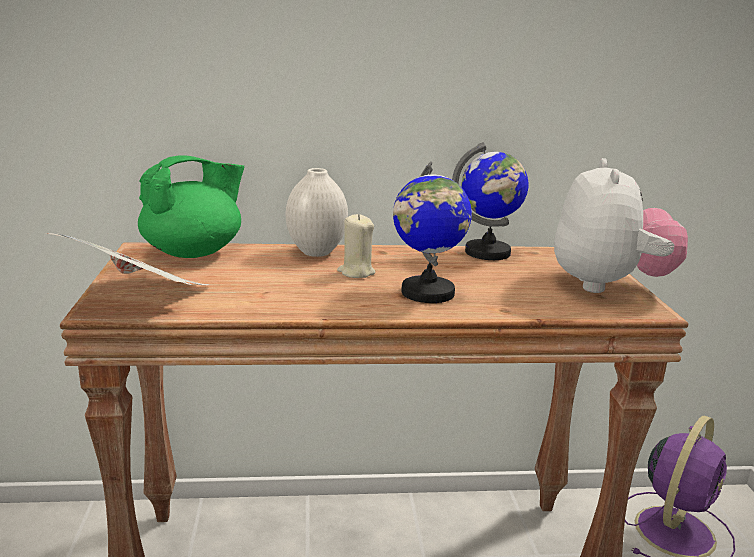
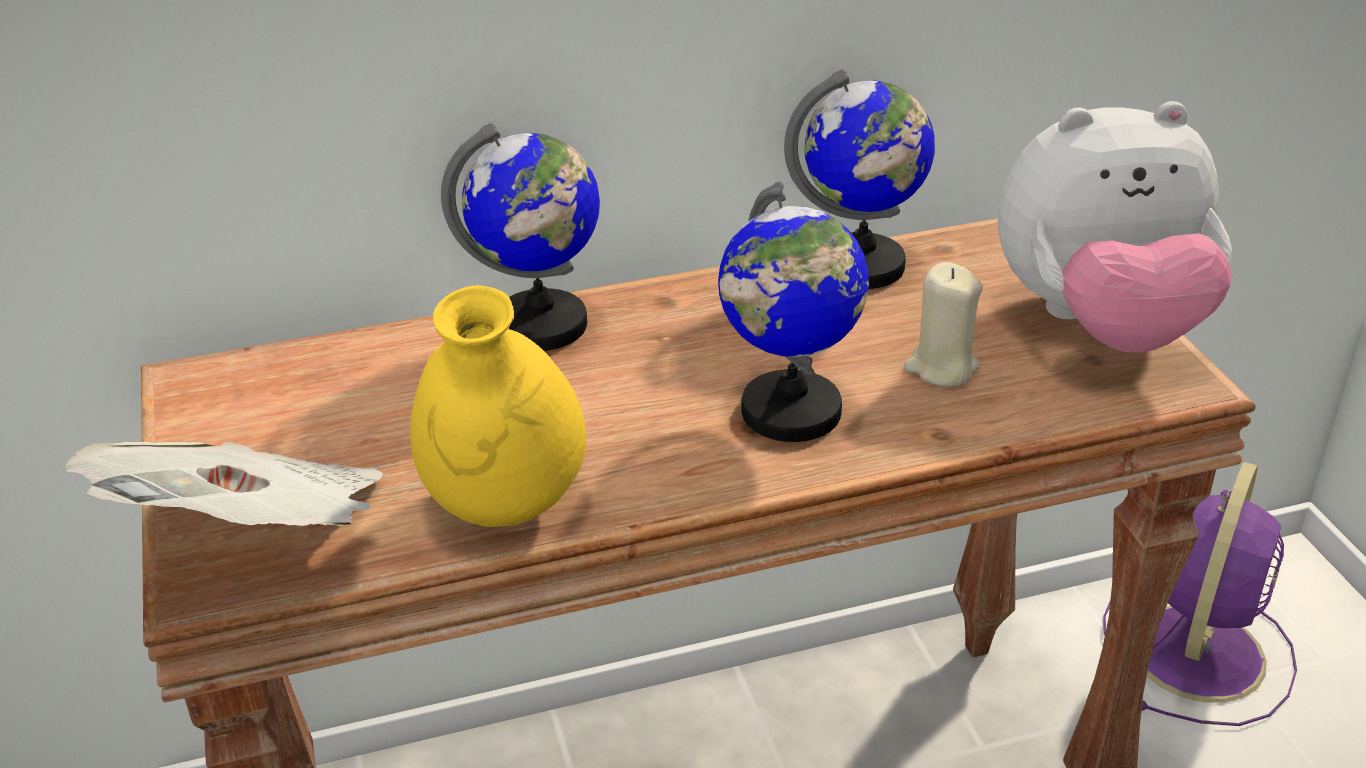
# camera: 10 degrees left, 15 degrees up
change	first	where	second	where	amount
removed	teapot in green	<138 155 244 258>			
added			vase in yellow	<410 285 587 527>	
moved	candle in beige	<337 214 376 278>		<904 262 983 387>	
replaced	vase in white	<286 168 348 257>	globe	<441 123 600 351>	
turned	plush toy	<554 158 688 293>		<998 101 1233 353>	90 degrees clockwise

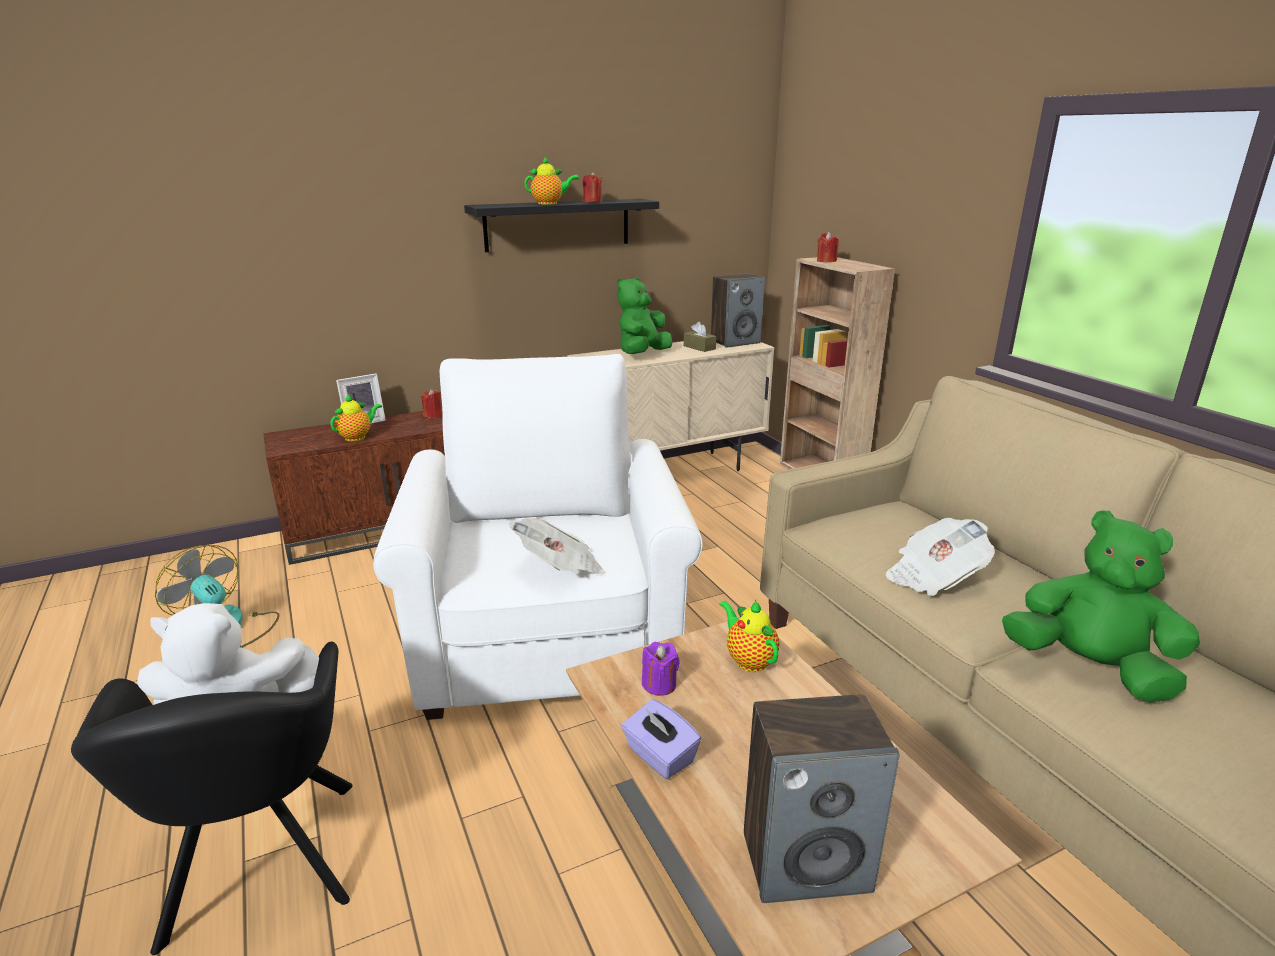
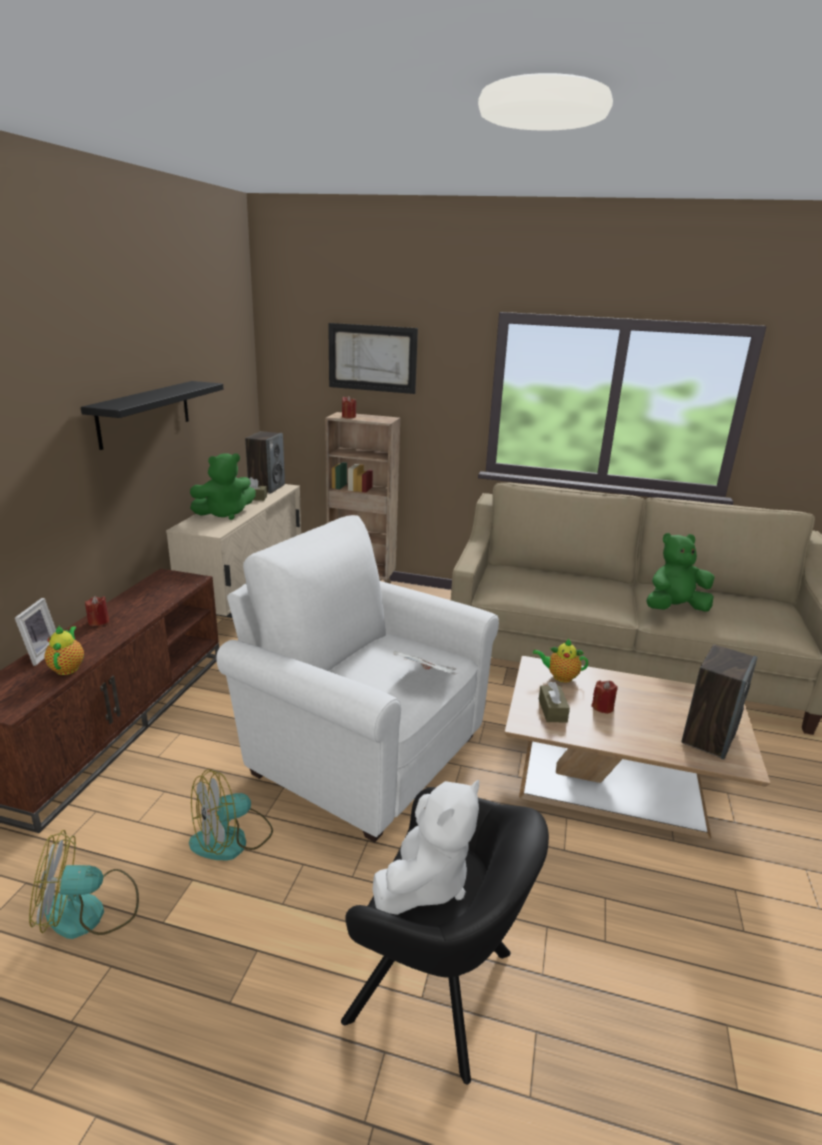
# camera: 50 degrees left, 0 degrees up
change	first	where	second	where	amount
removed	teapot	<524 156 579 204>			
removed	tissue box in purple	<622 699 701 779>			
removed	newspaper	<886 518 995 596>			
added			fan	<189 769 273 860>	
added			picture	<328 323 418 394>	
moved	candle in red	<583 172 602 202>		<591 680 618 714>	
replaced	candle in purple	<642 642 680 696>	tissue box in brown	<539 682 570 722>	
turned	plush toy in green	<617 277 672 354>		<190 453 256 520>	105 degrees counterclockwise

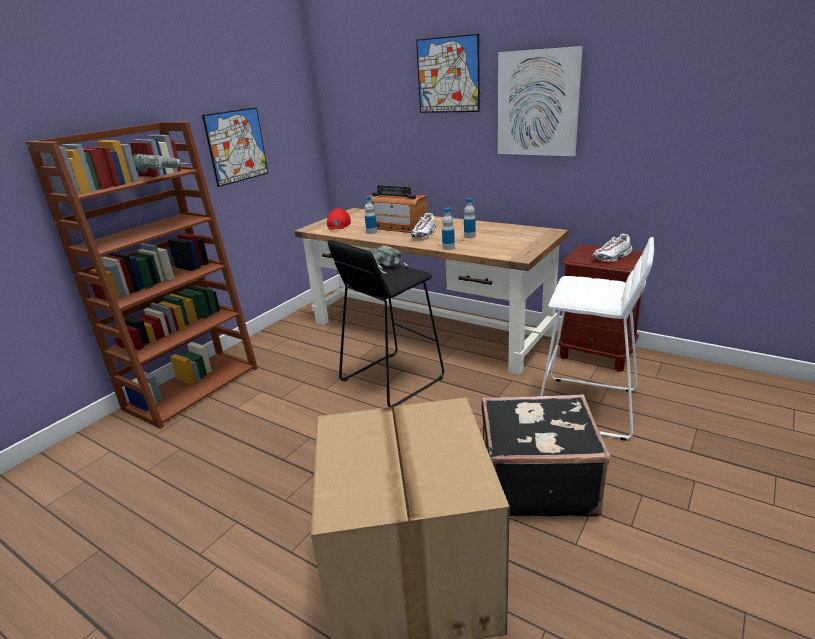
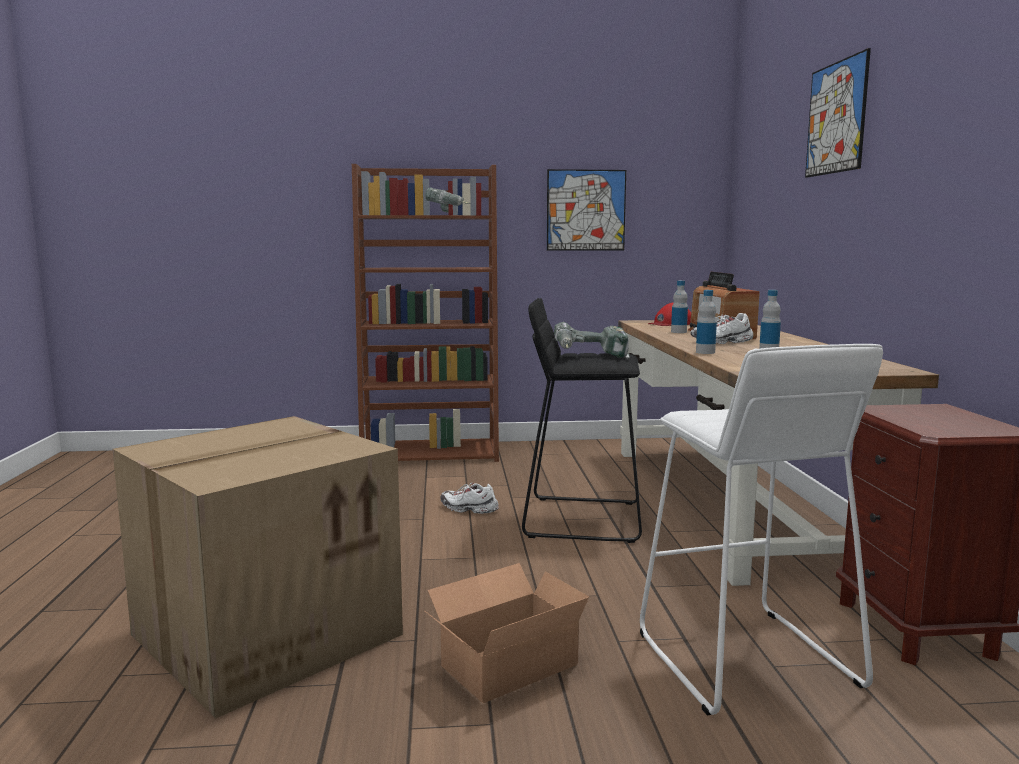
# camera: 50 degrees right, 15 degrees down
change	first	where	second	where	amount
removed	picture	<498 46 583 156>			
moved	shoe in white	<592 234 632 262>		<440 483 499 514>	
replaced	suitcase in black	<481 394 610 516>	cardboard box	<424 563 589 703>	

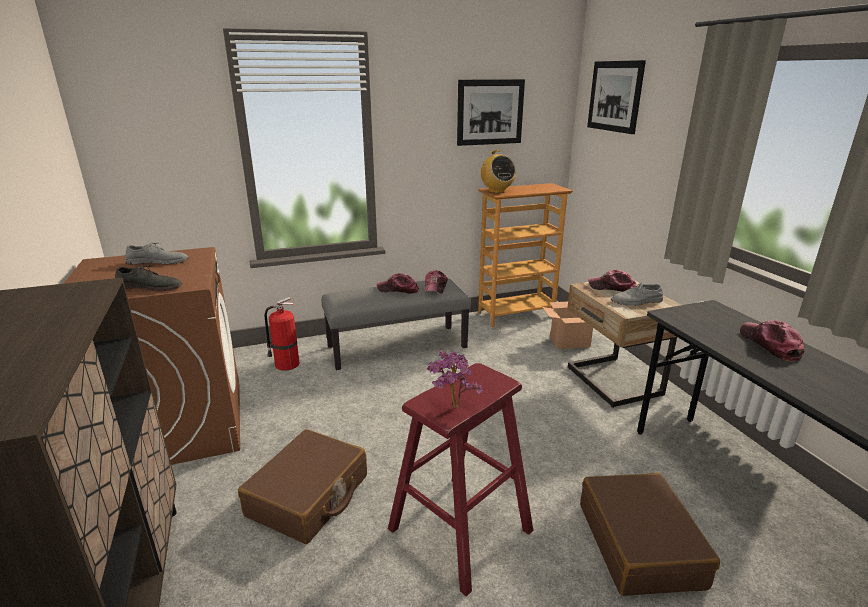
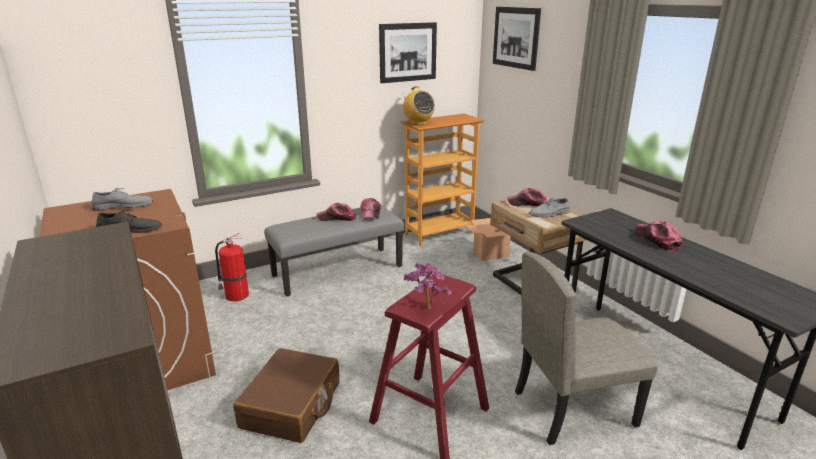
# camera: 10 degrees left, 0 degrees up
change	first	where	second	where	amount
replaced	suitcase in brown	<580 473 720 596>	chair in beige	<515 251 658 445>	

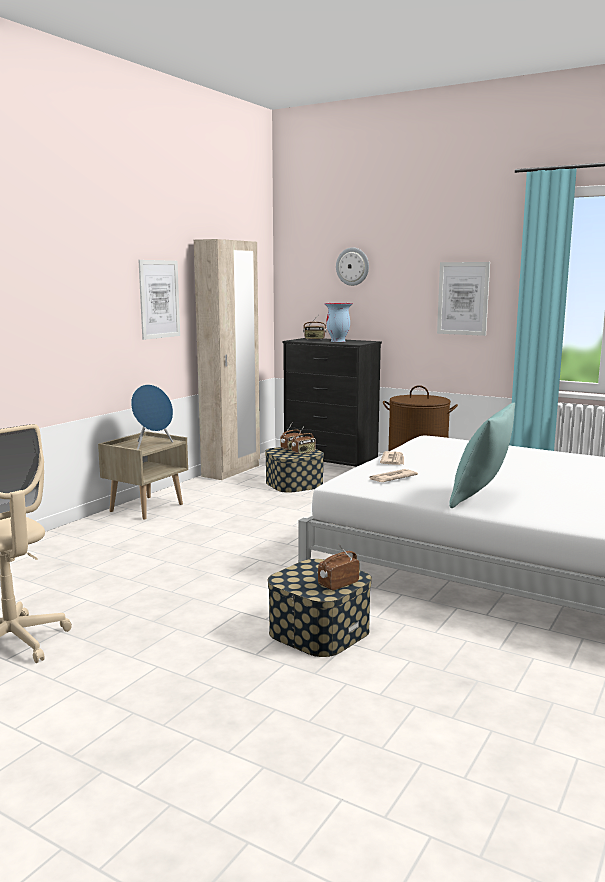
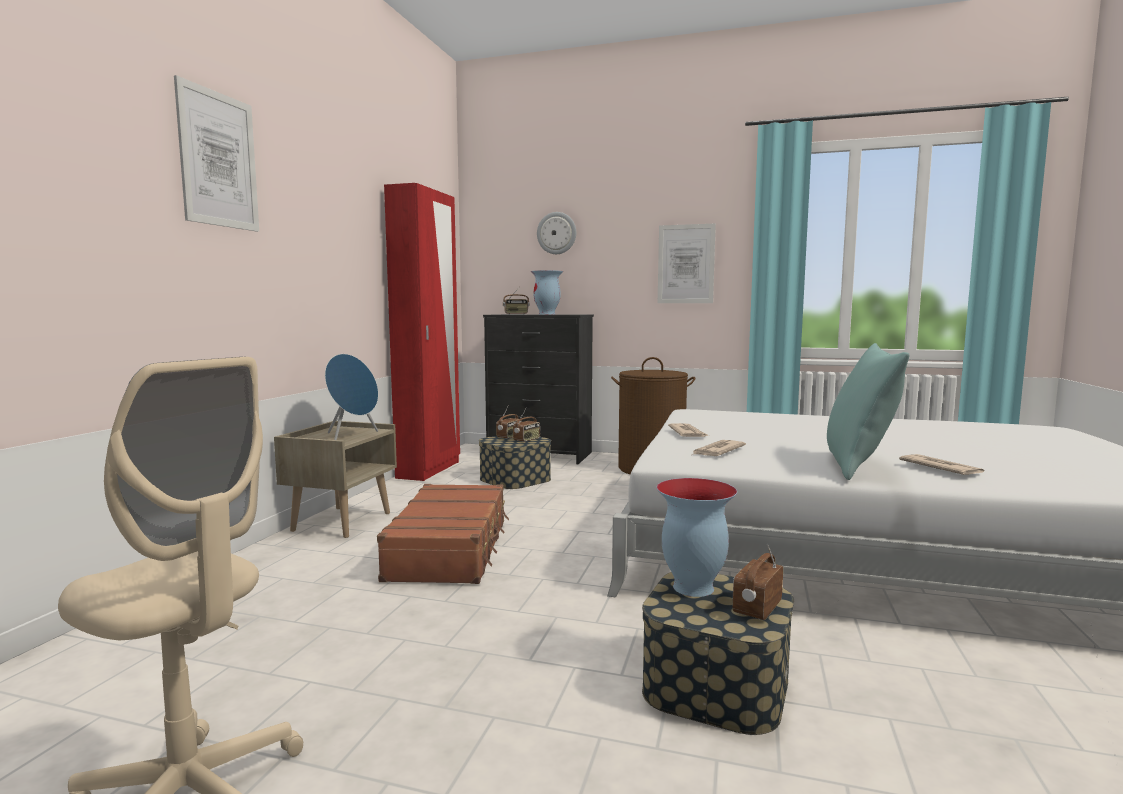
# camera: 15 degrees left, 5 degrees down
change	first	where	second	where	amount
added			suitcase in brown	<377 484 509 584>	
added			vase	<656 478 737 597>	
added			newspaper	<899 454 984 475>	
moved	picture	<138 260 180 340>		<174 75 259 232>	
recoloured	wardrobe in beige	<194 239 260 480>	wardrobe in red	<384 183 460 481>	

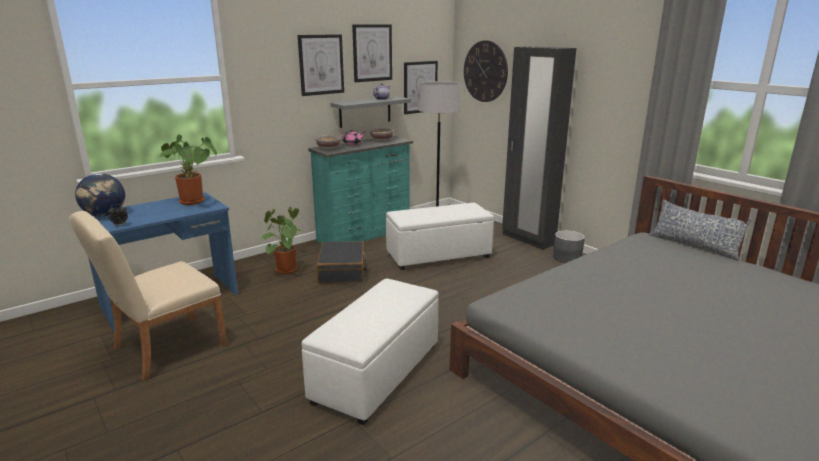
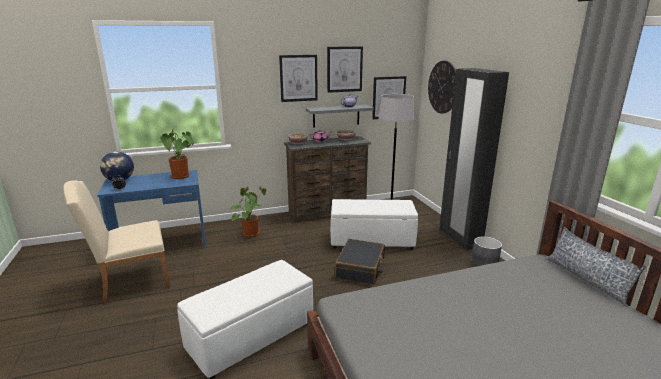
# camera: 20 degrees right, 0 degrees up
change	first	where	second	where	amount
moved	suitcase in black	<316 241 367 283>		<335 239 385 285>	
recoloured	dresser in turquoise	<308 136 413 243>	dresser in brown	<284 136 371 223>	

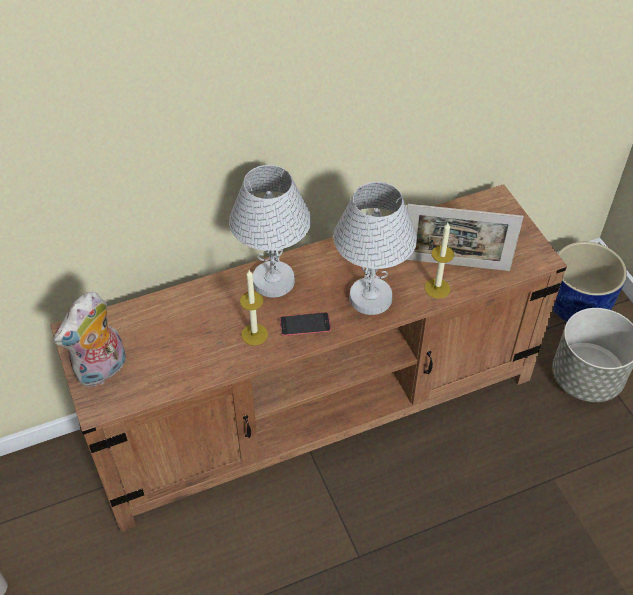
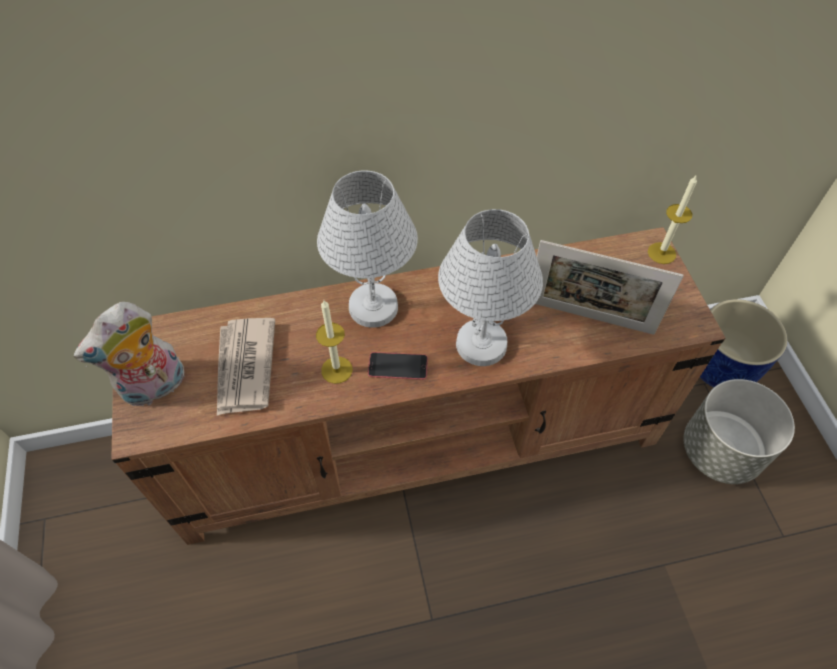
# camera: 10 degrees right, 5 degrees up
change	first	where	second	where	amount
added			newspaper	<217 318 275 416>	
moved	candle	<425 223 454 299>		<648 176 697 264>	

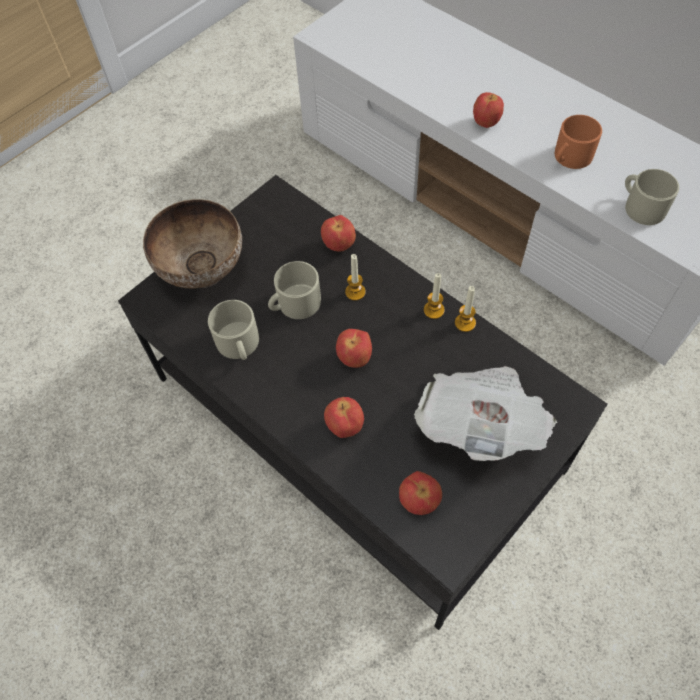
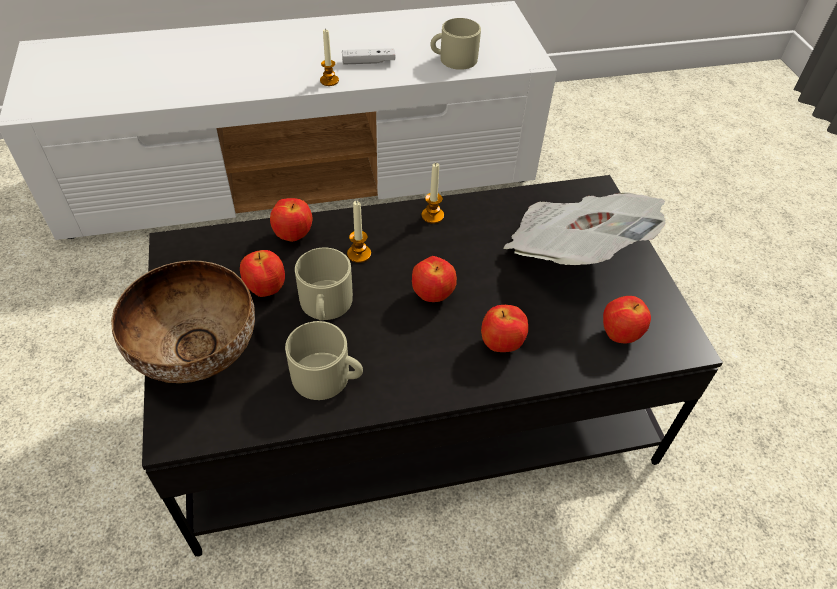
# camera: 60 degrees left, 10 degrees down
change	first	where	second	where	amount
moved	candle	<455 286 476 332>		<320 28 339 86>	
moved	apple	<473 92 504 128>		<240 250 285 297>	
replaced	mug in orange	<555 115 602 169>	game controller in white	<342 48 395 65>	

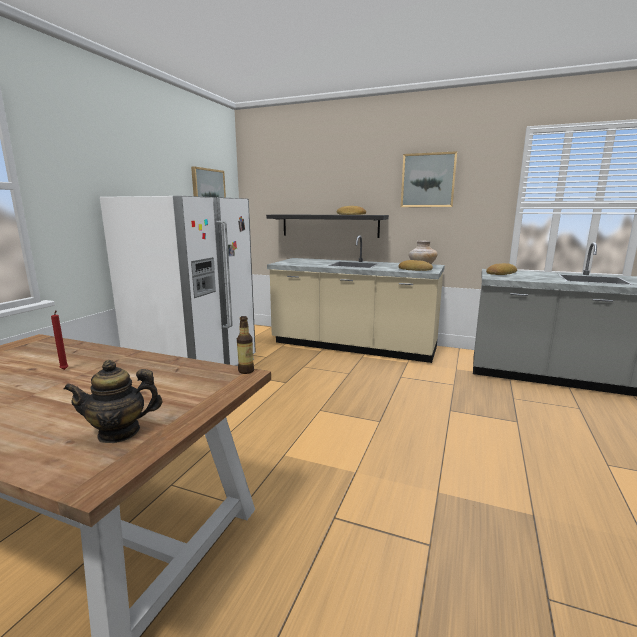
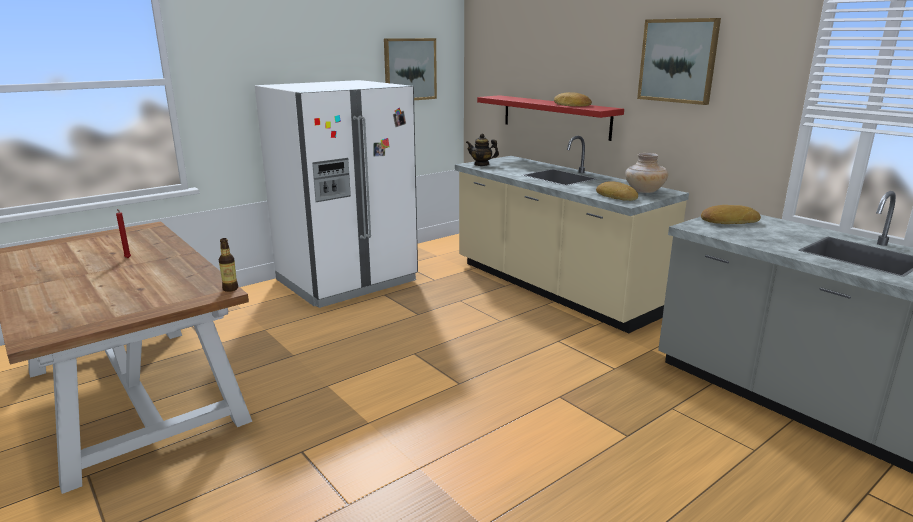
# camera: 30 degrees right, 5 degrees up
change	first	where	second	where	amount
moved	teapot	<63 360 163 443>		<466 133 499 166>	
recoloured	shelf in black	<266 214 389 238>	shelf in red	<477 95 624 141>	

